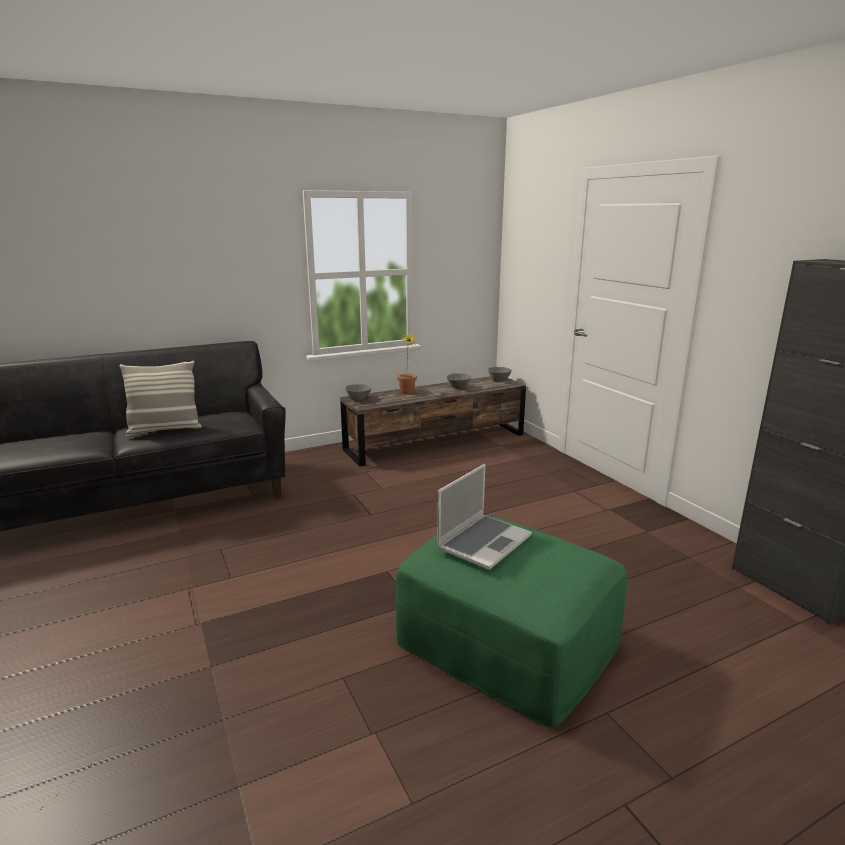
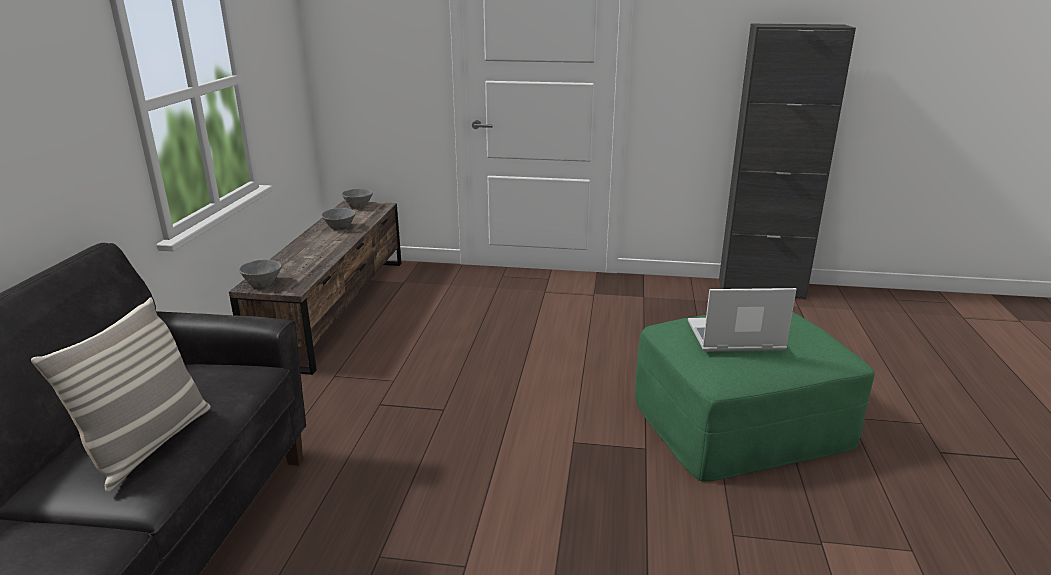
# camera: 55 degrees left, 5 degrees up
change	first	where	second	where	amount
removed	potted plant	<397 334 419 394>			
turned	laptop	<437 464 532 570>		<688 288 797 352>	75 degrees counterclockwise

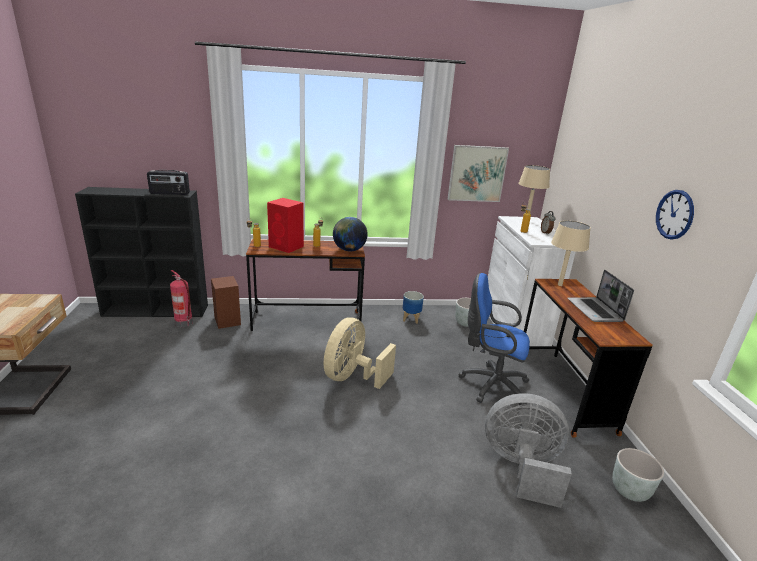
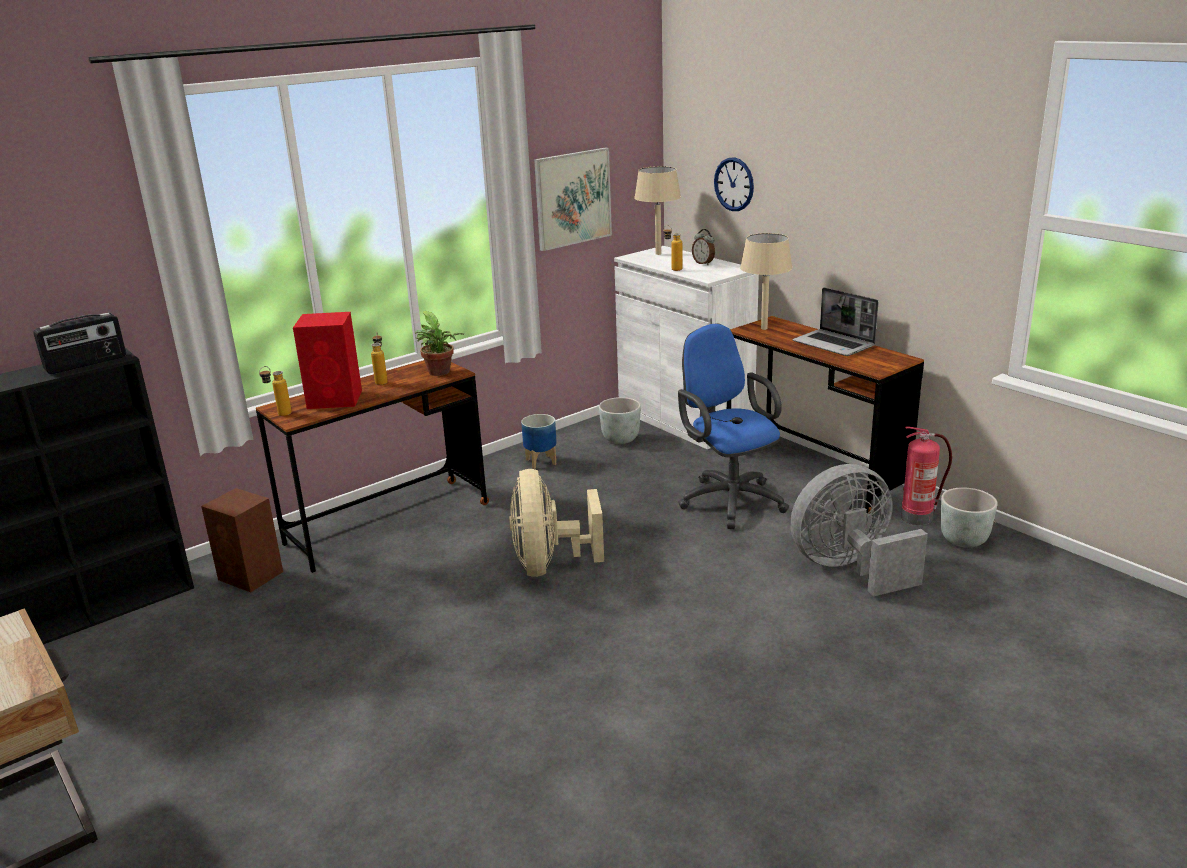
# camera: 30 degrees left, 0 degrees up
change	first	where	second	where	amount
moved	fire extinguisher	<170 270 193 327>		<901 426 952 525>	
moved	wall clock	<656 190 694 239>		<714 157 754 211>	
replaced	globe	<333 217 368 252>	potted plant	<415 311 464 376>	
turned	office chair in blue	<458 273 530 406>		<678 324 789 529>	75 degrees clockwise

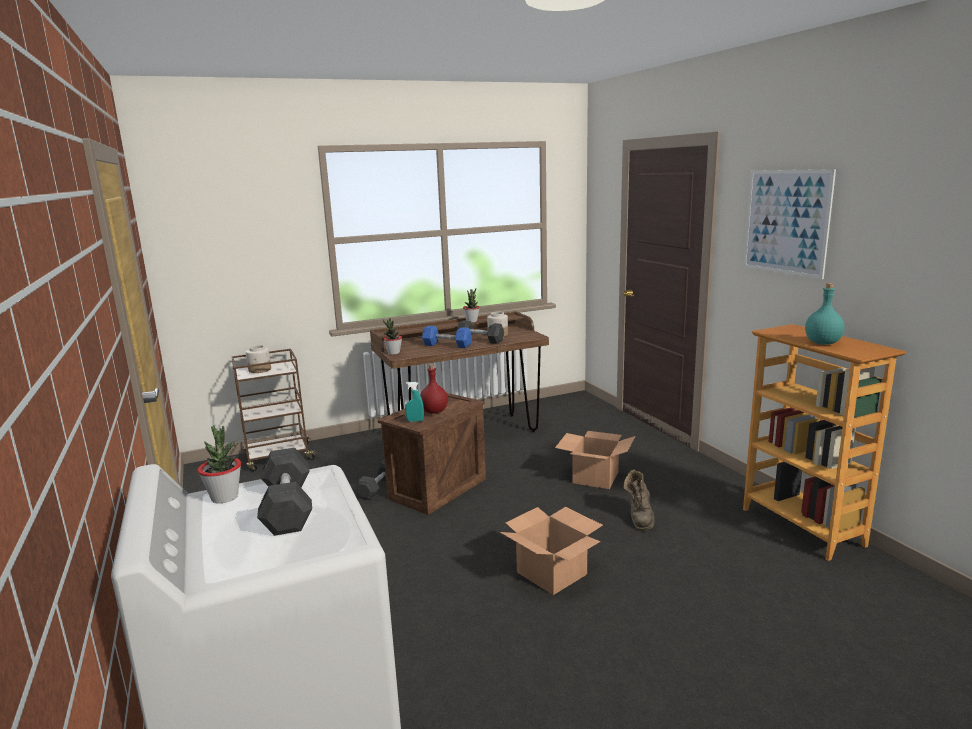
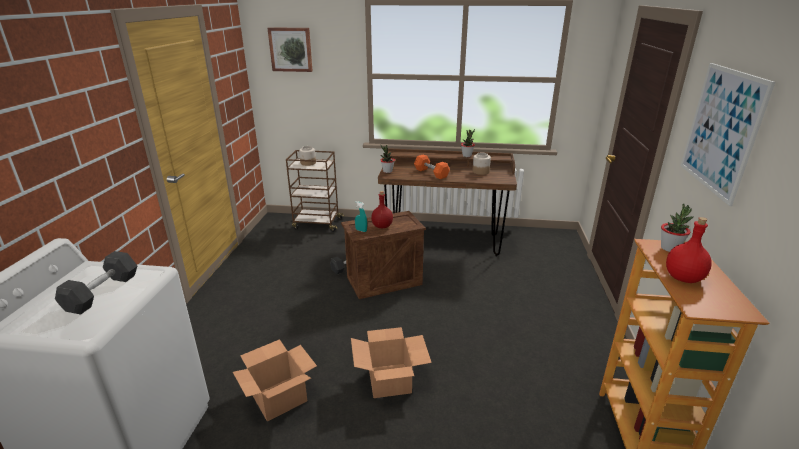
# camera: 30 degrees right, 10 degrees up
change	first	where	second	where	amount
removed	dumbbell in grey	<457 320 505 344>			
removed	boot in brown	<623 470 655 531>			
added			picture	<268 27 312 72>	
moved	potted plant	<198 426 241 503>		<661 204 693 252>	
moved	cardboard box	<555 431 636 489>		<233 339 317 422>	
recoloured	dumbbell in blue	<422 326 472 348>	dumbbell in orange	<414 154 450 179>	
recoloured	bottle in turquoise	<805 283 844 345>	bottle in red	<666 217 712 283>	

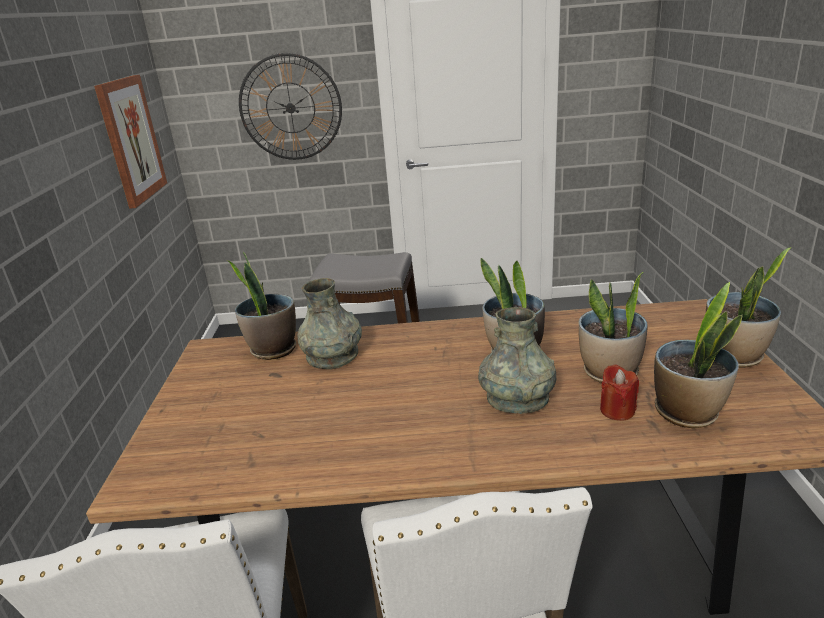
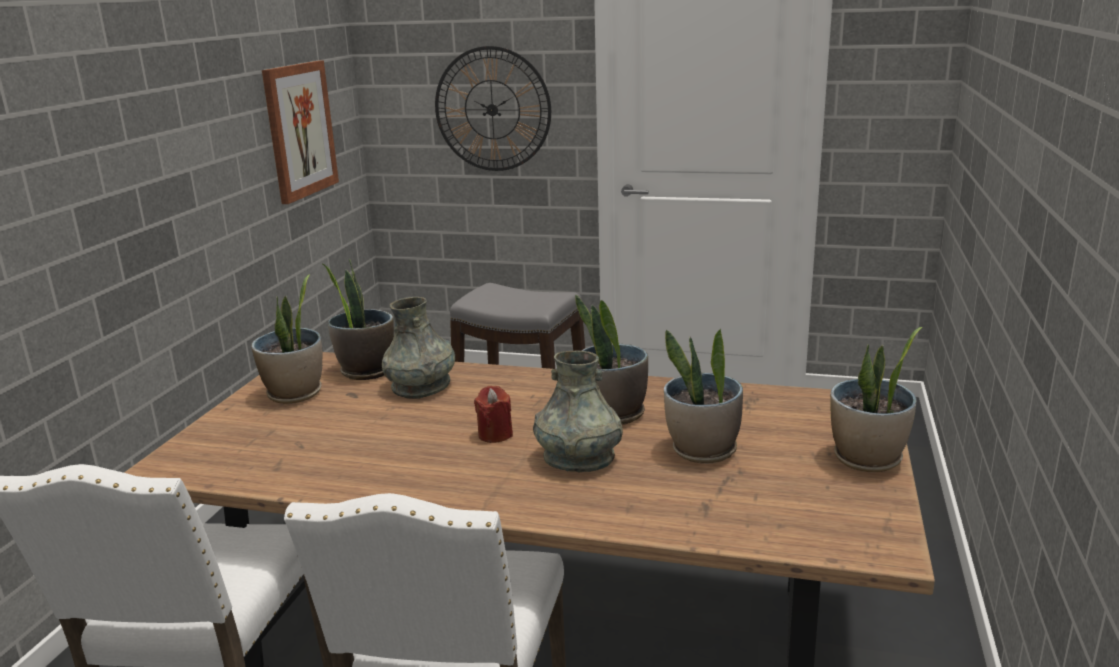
# camera: 15 degrees right, 5 degrees down
change	first	where	second	where	amount
moved	candle in red	<600 364 639 421>		<474 386 513 443>	
moved	potted plant	<654 282 743 428>		<251 274 322 404>	

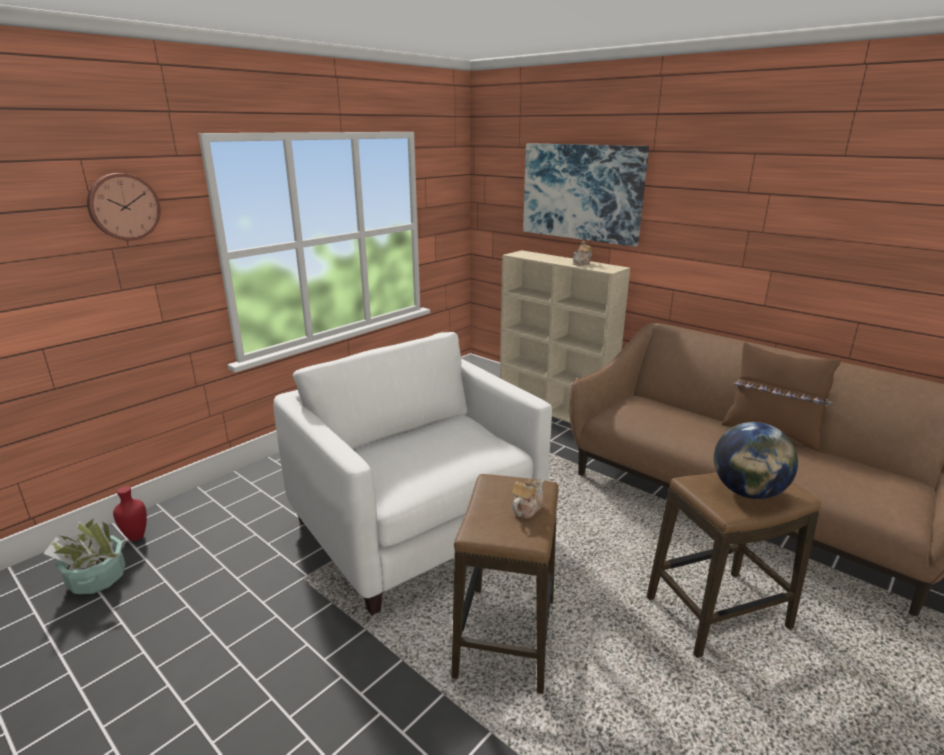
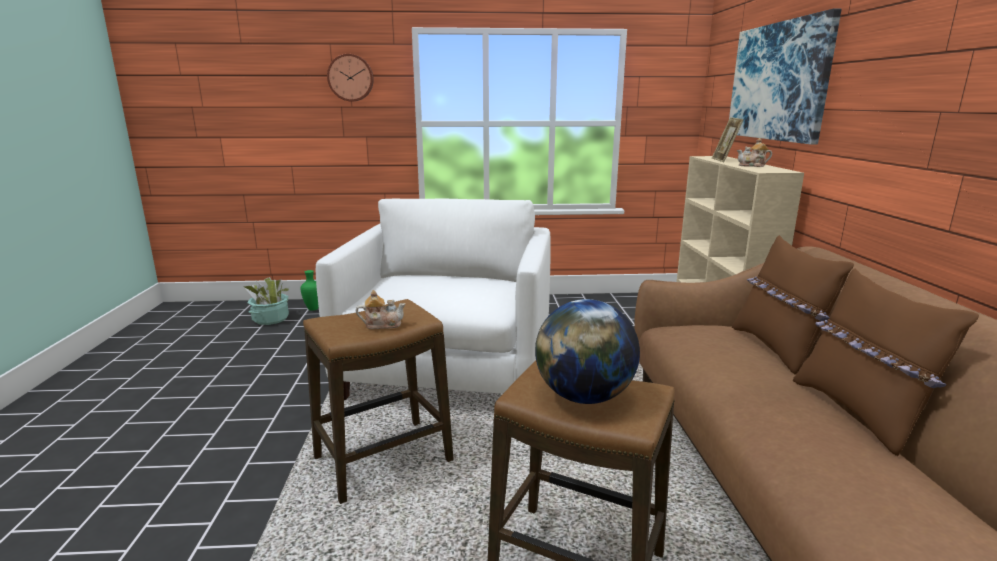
# camera: 45 degrees right, 5 degrees down
change	first	where	second	where	amount
added			picture frame	<712 117 744 162>	
added			pillow in brown	<732 235 854 375>	
recoloured	vase in red	<113 486 147 541>	vase in green	<301 270 319 311>	

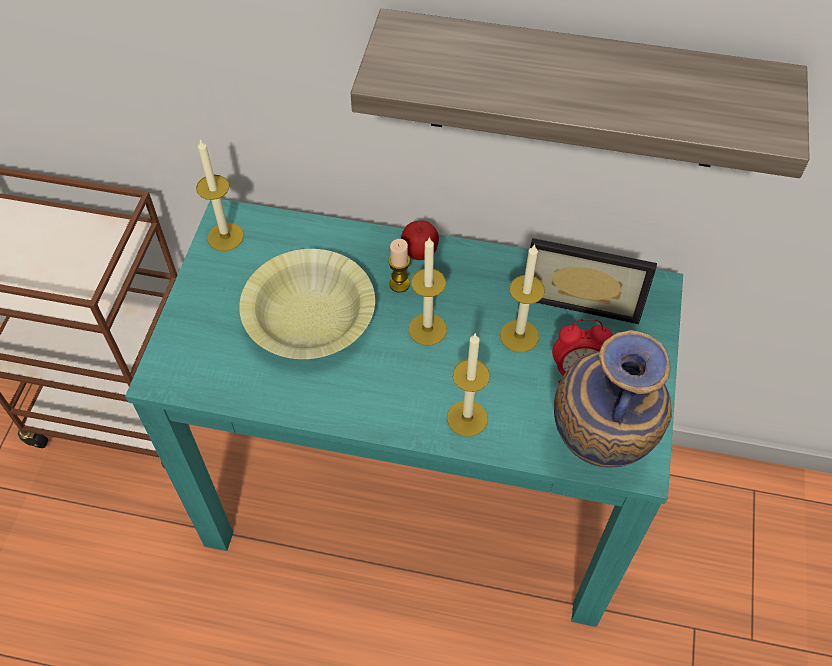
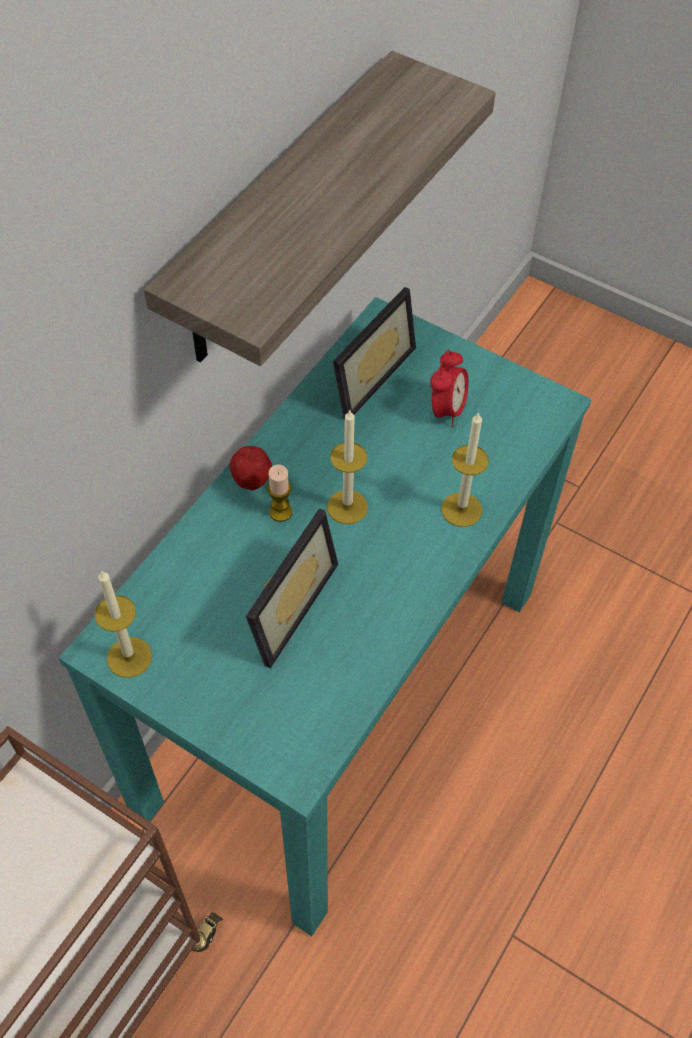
# camera: 70 degrees left, 0 degrees up
change	first	where	second	where	amount
removed	candle	<500 244 545 352>			
removed	vase	<554 330 672 467>			
replaced	bowl in yellow	<239 249 375 359>	picture frame	<246 508 338 668>	

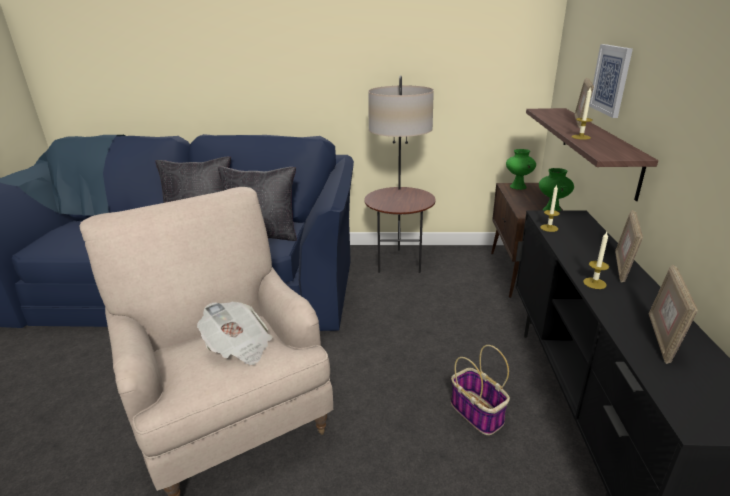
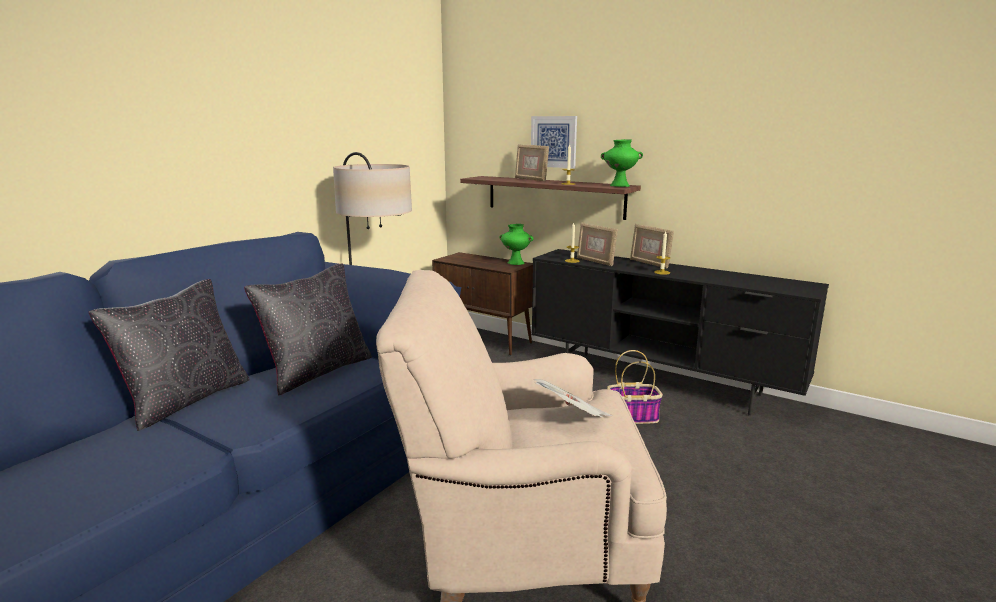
# camera: 60 degrees left, 10 degrees down
change	first	where	second	where	amount
moved	vase in green	<506 149 536 190>		<601 139 643 187>	
moved	picture frame	<649 265 698 364>		<577 223 618 266>	

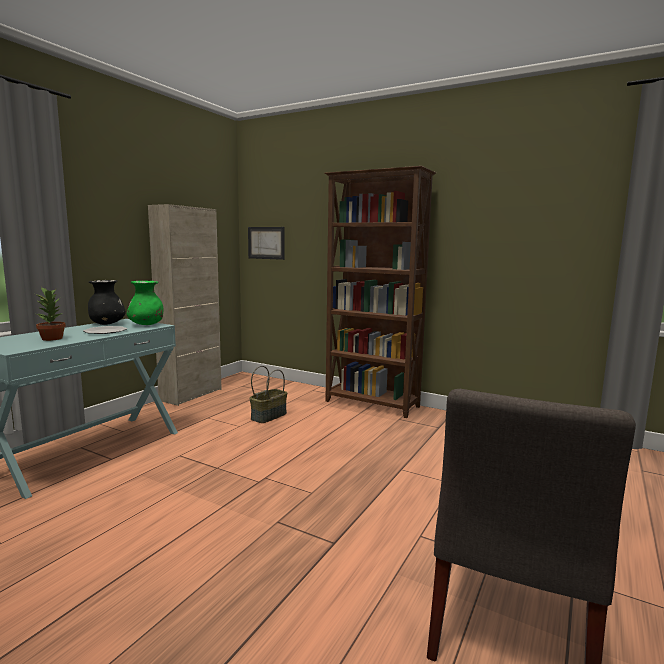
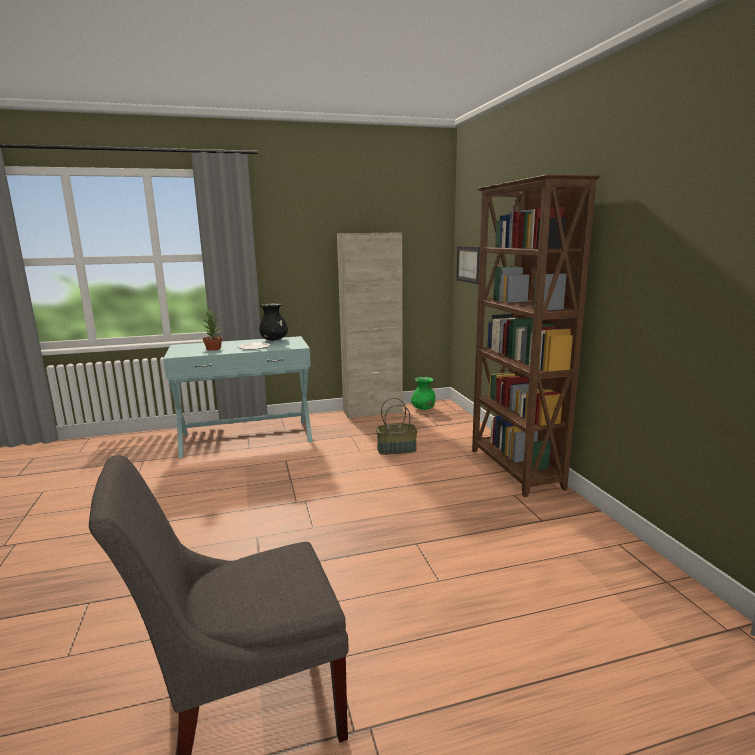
# camera: 45 degrees right, 5 degrees up
change	first	where	second	where	amount
moved	vase in green	<127 281 163 325>		<411 377 435 410>	

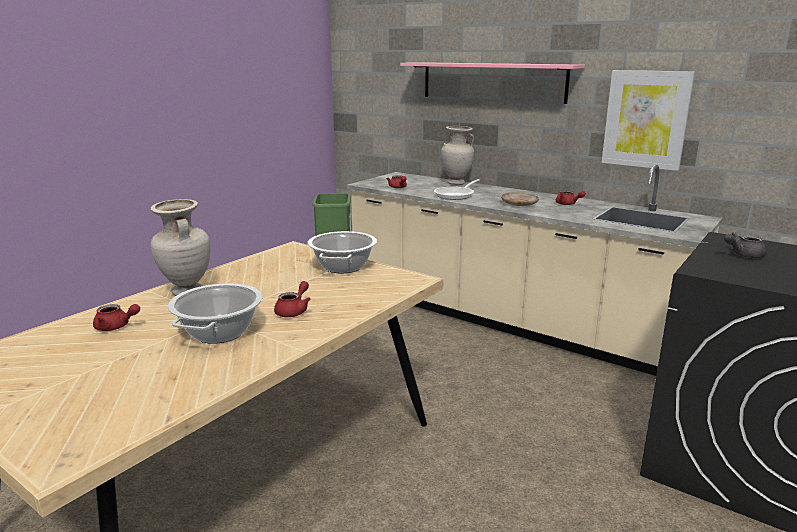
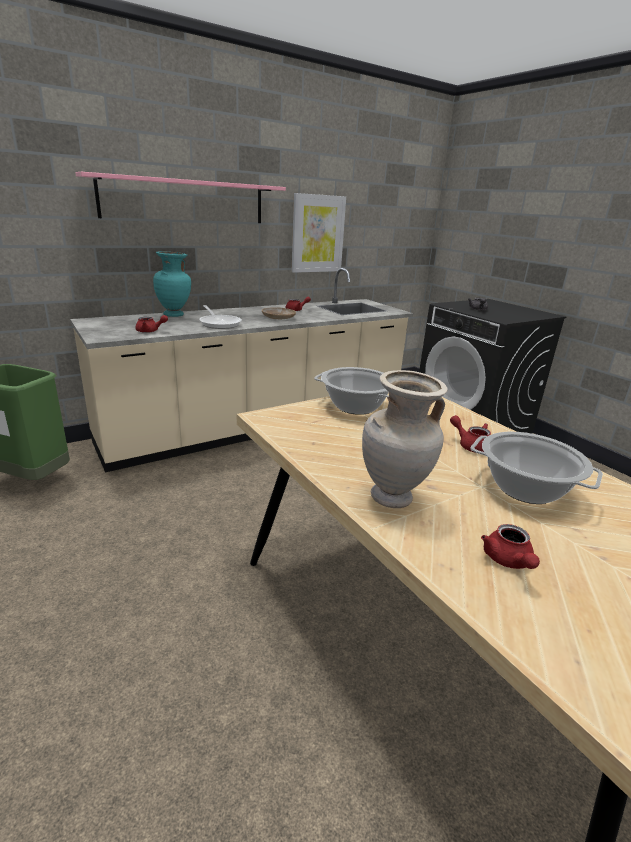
# camera: 70 degrees left, 5 degrees up
change	first	where	second	where	amount
recoloured	vase in beige	<441 126 474 185>	vase in turquoise	<153 251 191 317>	
turned	teapot in red	<93 304 140 331>		<481 524 540 569>	150 degrees clockwise

